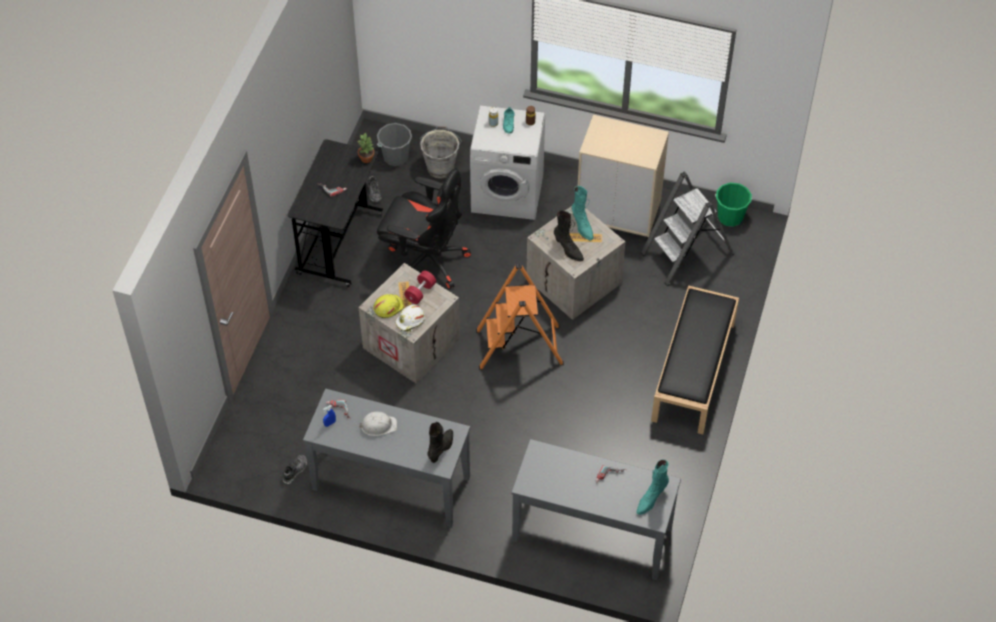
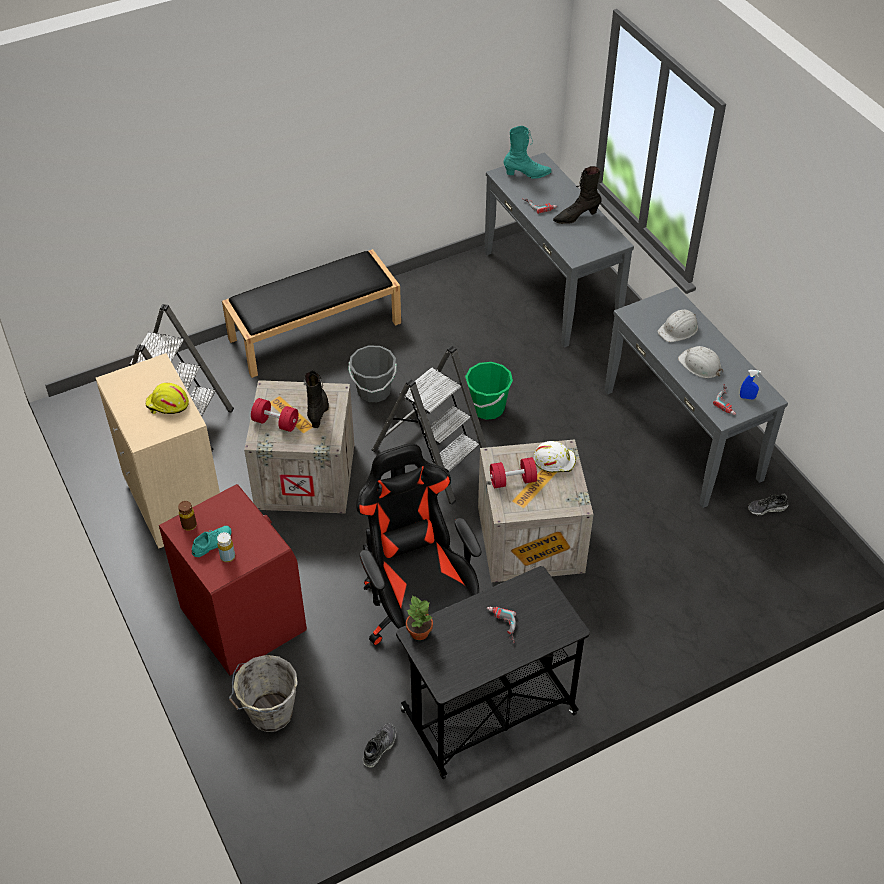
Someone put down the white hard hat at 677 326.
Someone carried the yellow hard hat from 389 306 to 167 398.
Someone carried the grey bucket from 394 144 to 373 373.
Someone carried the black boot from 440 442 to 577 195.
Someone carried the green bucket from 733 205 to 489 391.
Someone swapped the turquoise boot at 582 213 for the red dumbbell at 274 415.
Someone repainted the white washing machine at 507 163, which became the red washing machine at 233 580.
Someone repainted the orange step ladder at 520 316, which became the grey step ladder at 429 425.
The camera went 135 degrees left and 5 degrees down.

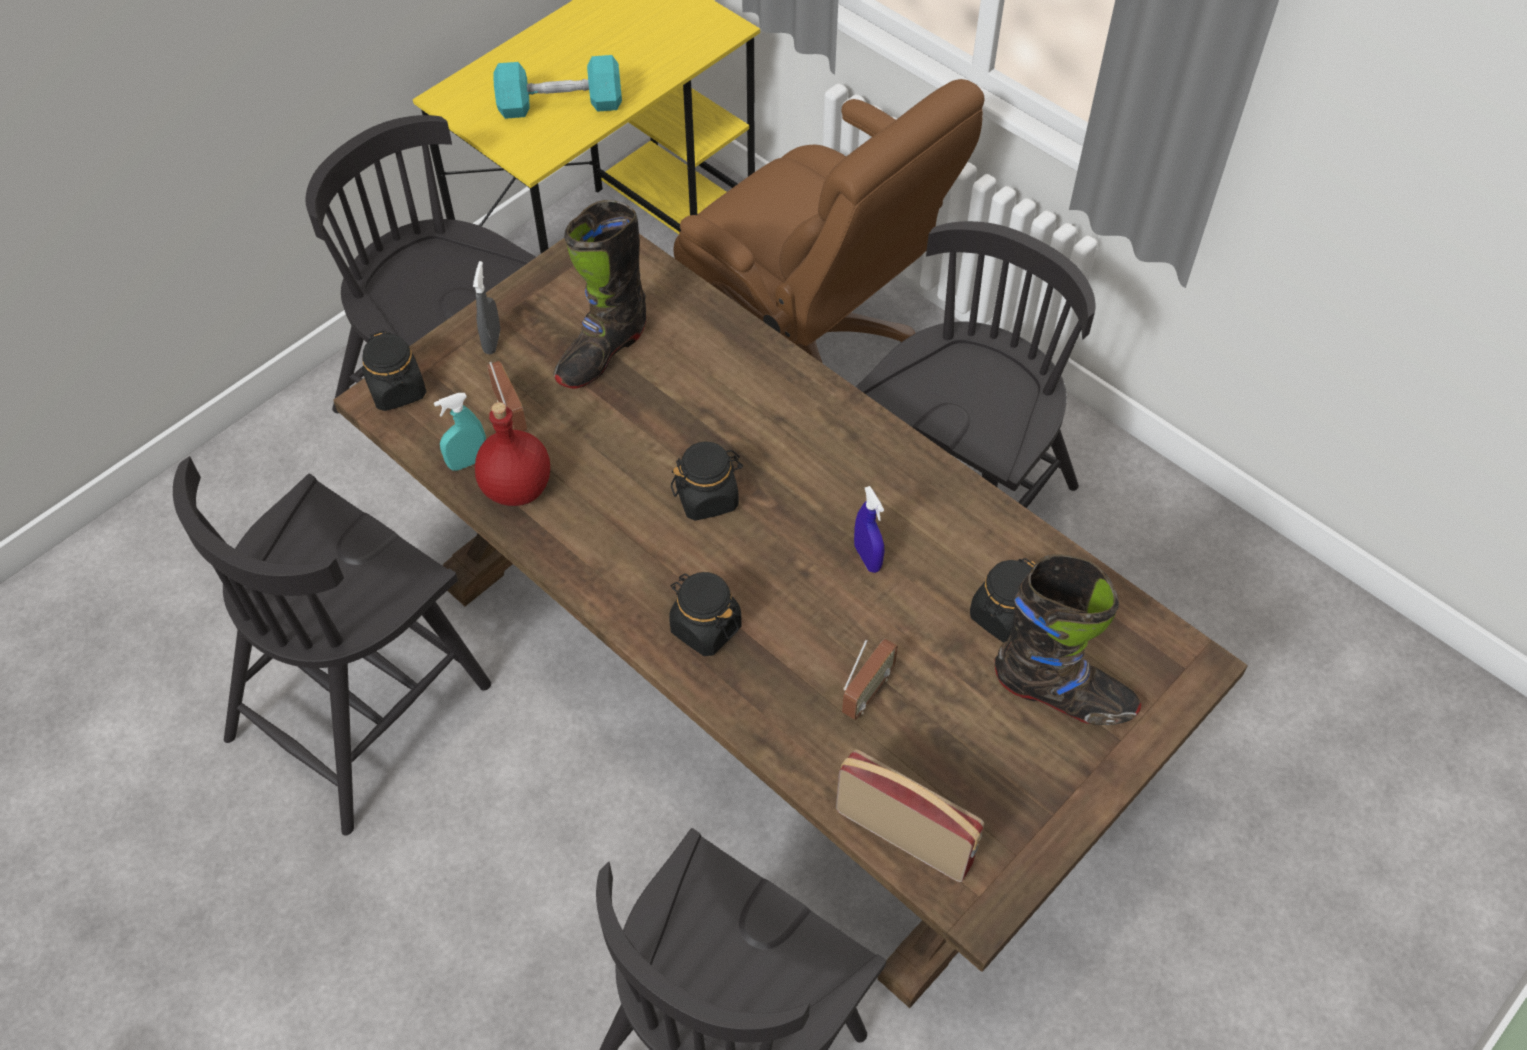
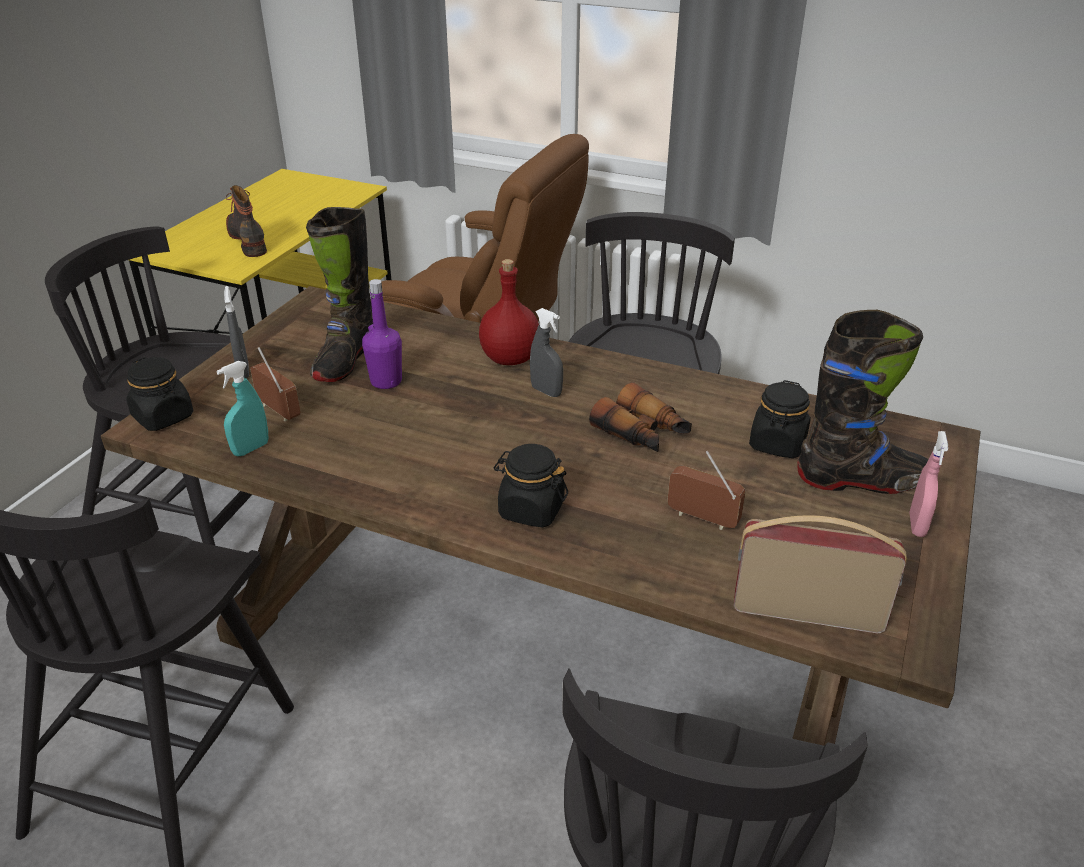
Someone took away the black jar at 707 481.
Someone put down the purple bottle at 382 334.
Someone put down the grey spray bottle at 546 352.
Someone put down the pink spray bottle at 929 484.
Someone carried the red bottle from 512 454 to 509 312.
Someone swapped the turquoise dumbbell at 557 87 for the boot at 246 221.
Someone swapped the blue spray bottle at 869 529 for the binoculars at 640 417.
Someone rotated the radio at 870 679 by 75 degrees counterclockwise.
The camera went 20 degrees left and 20 degrees down.

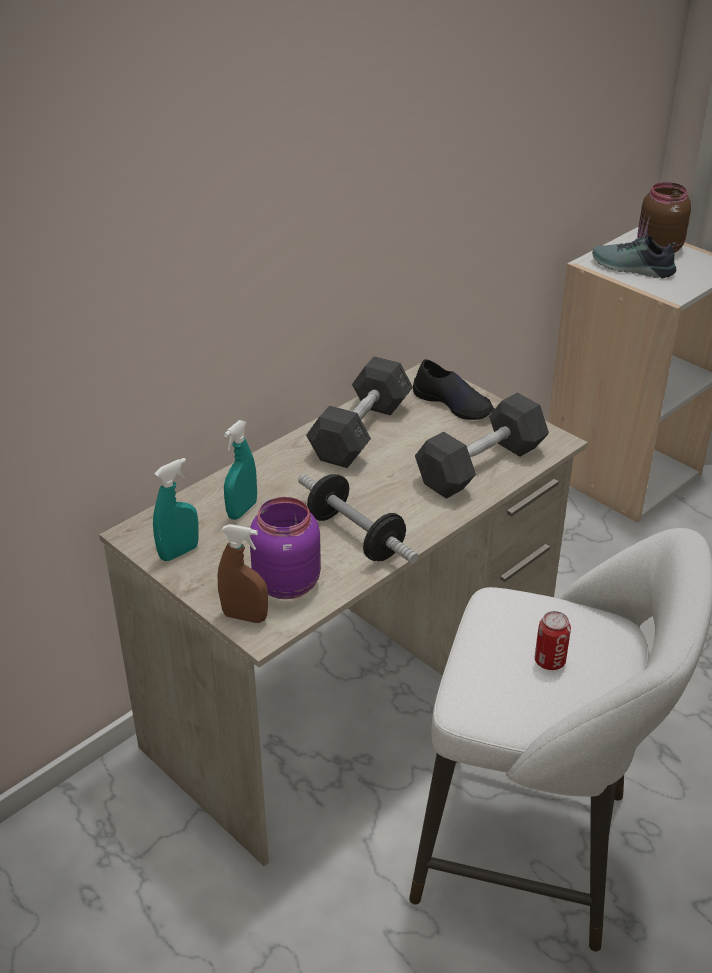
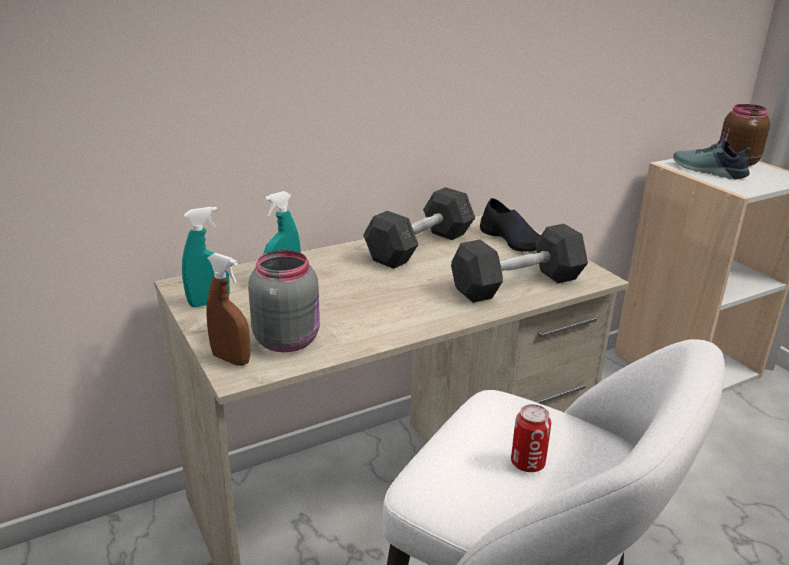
Someone took away the dumbbell at 358 519.
Someone repainted the purple jar at 285 548, which became the grey jar at 284 301.
The camera went 15 degrees right and 10 degrees down.

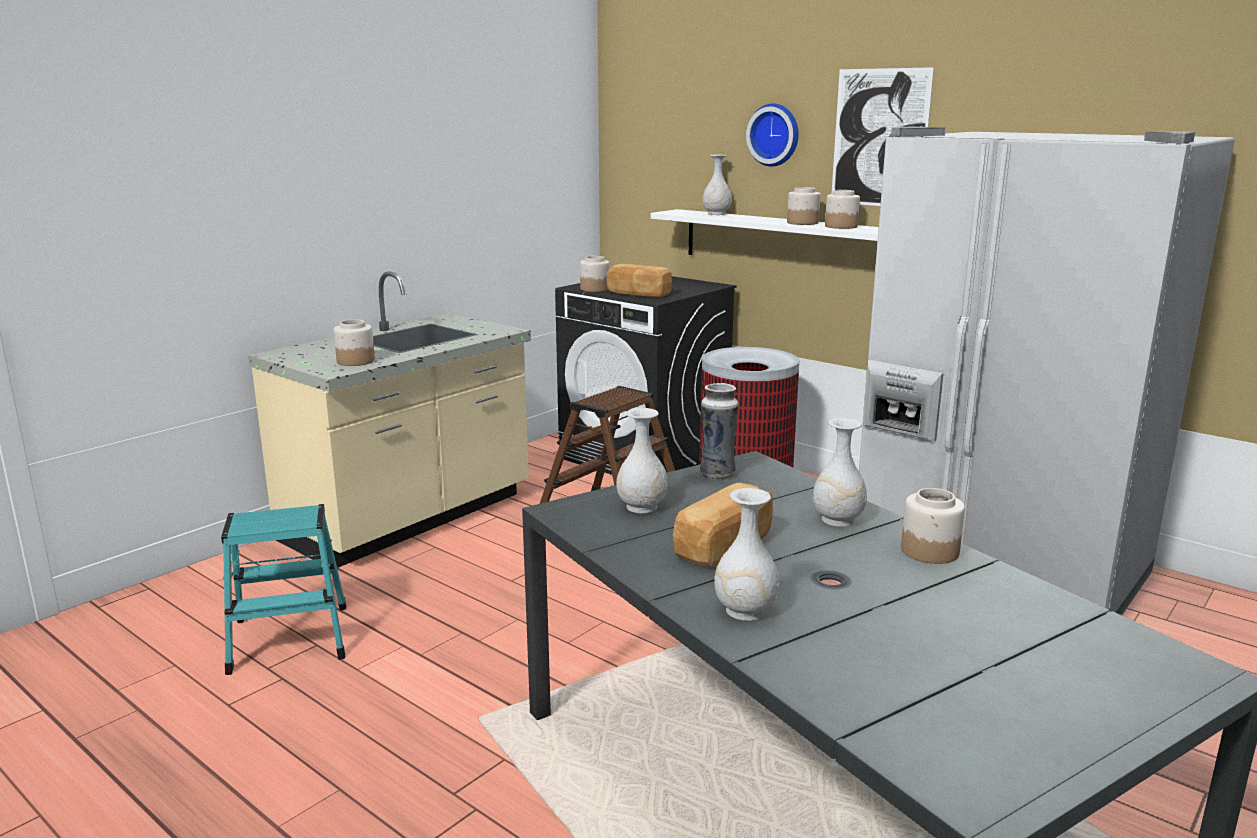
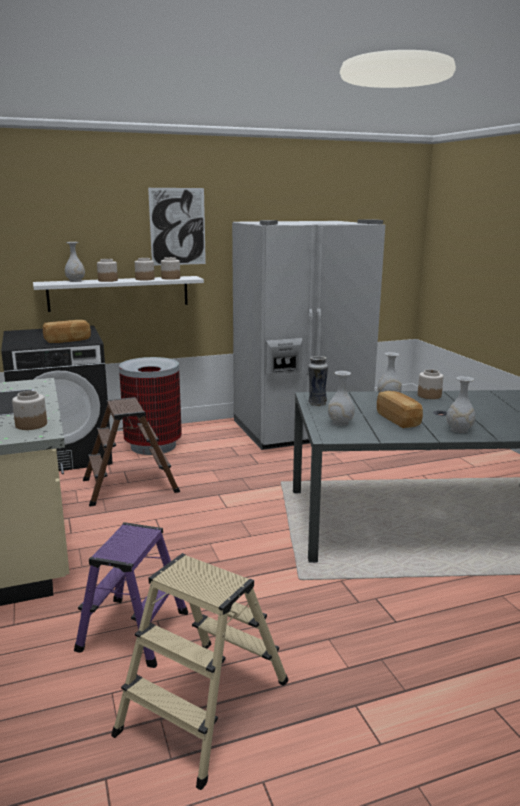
Someone took away the wall clock at 772 134.
Someone put down the beige step ladder at 199 671.
Someone carried the jar from 595 274 to 107 270.
Someone repainted the turquoise step ladder at 283 589, which became the purple step ladder at 131 595.
The camera went 60 degrees left and 0 degrees up.

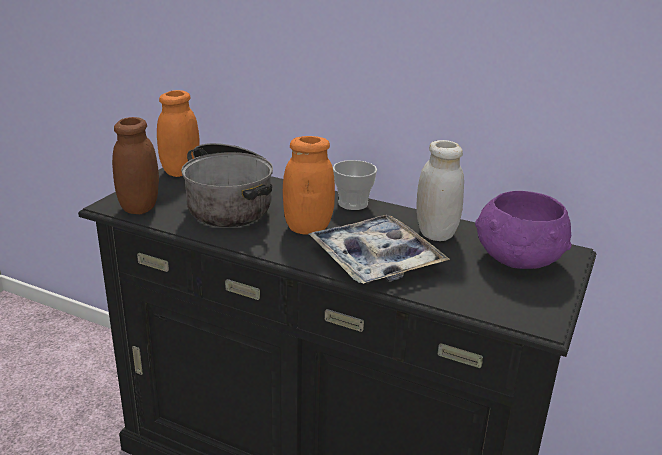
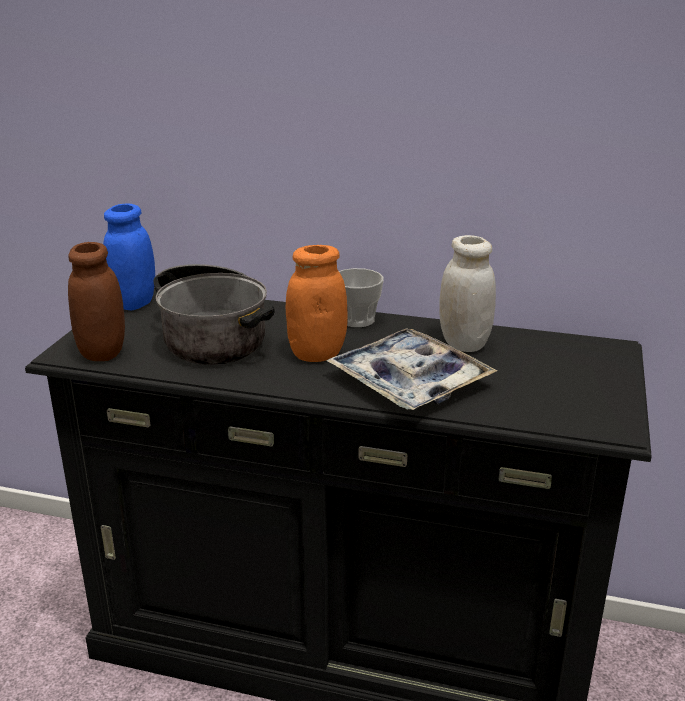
Someone took away the purple bowl at 523 230.
Someone repainted the orange jar at 178 133, which became the blue jar at 129 257.
The camera went 10 degrees left and 0 degrees up.

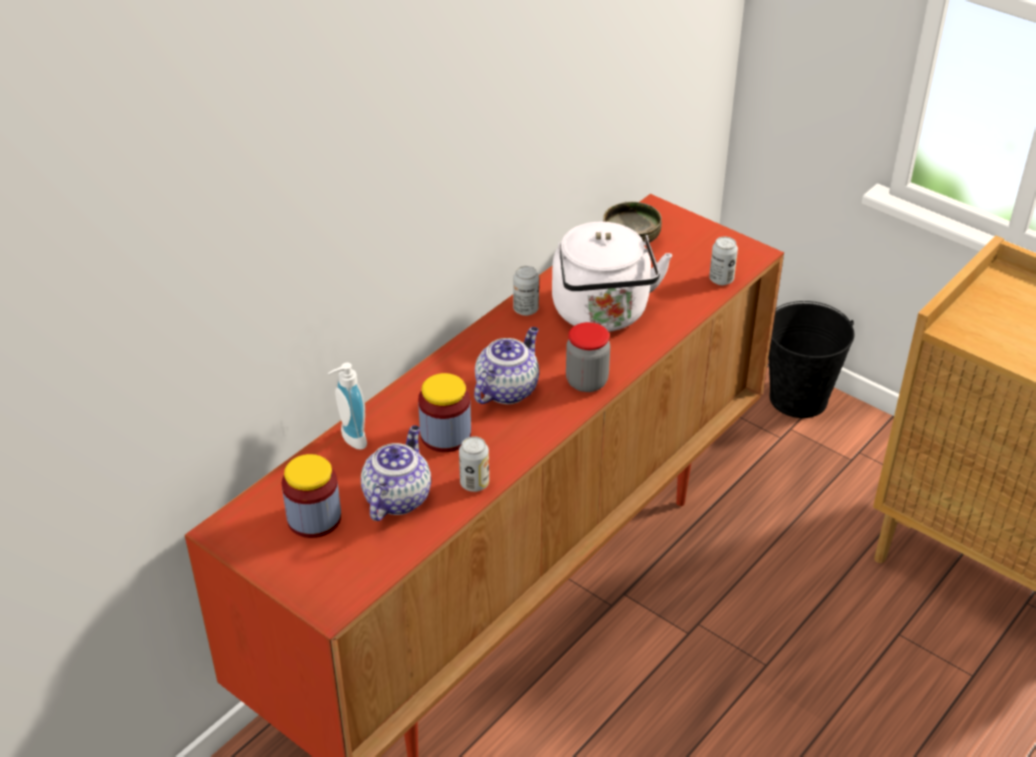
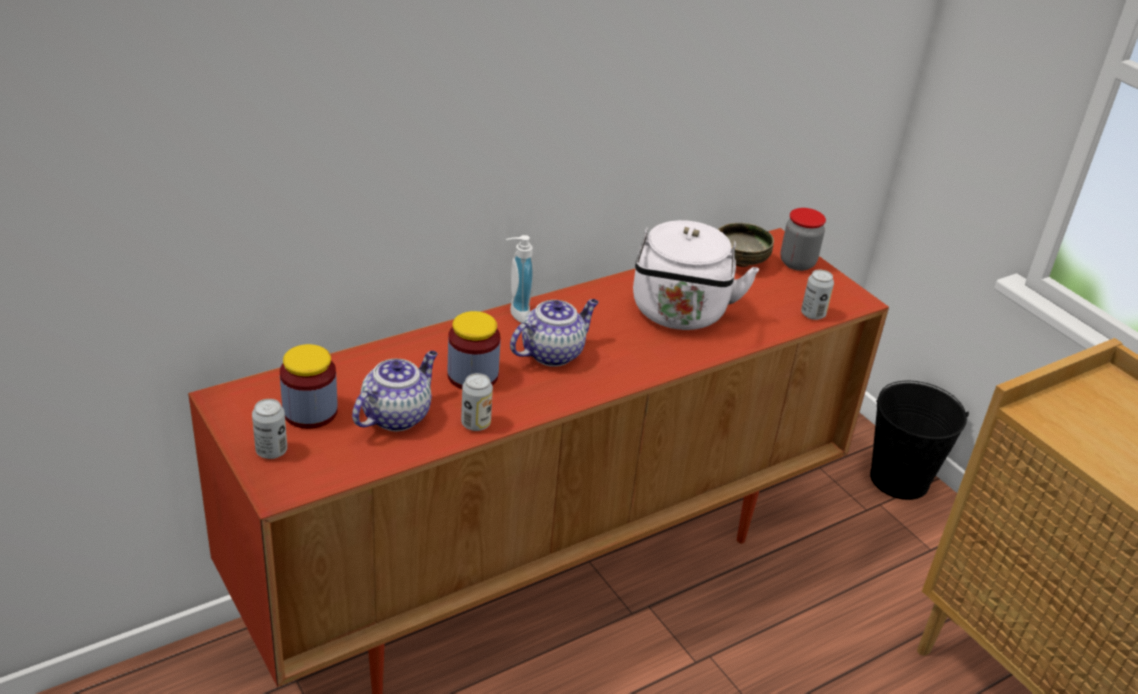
Someone carried the soap dispenser from 347 406 to 520 279.
Someone carried the can from 526 291 to 269 429.
Someone carried the jar from 588 357 to 803 239.
The camera went 15 degrees right and 5 degrees down.

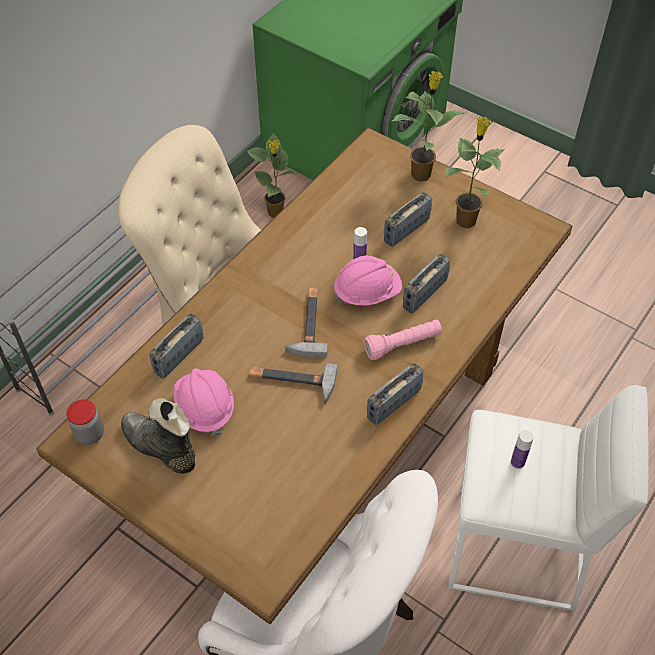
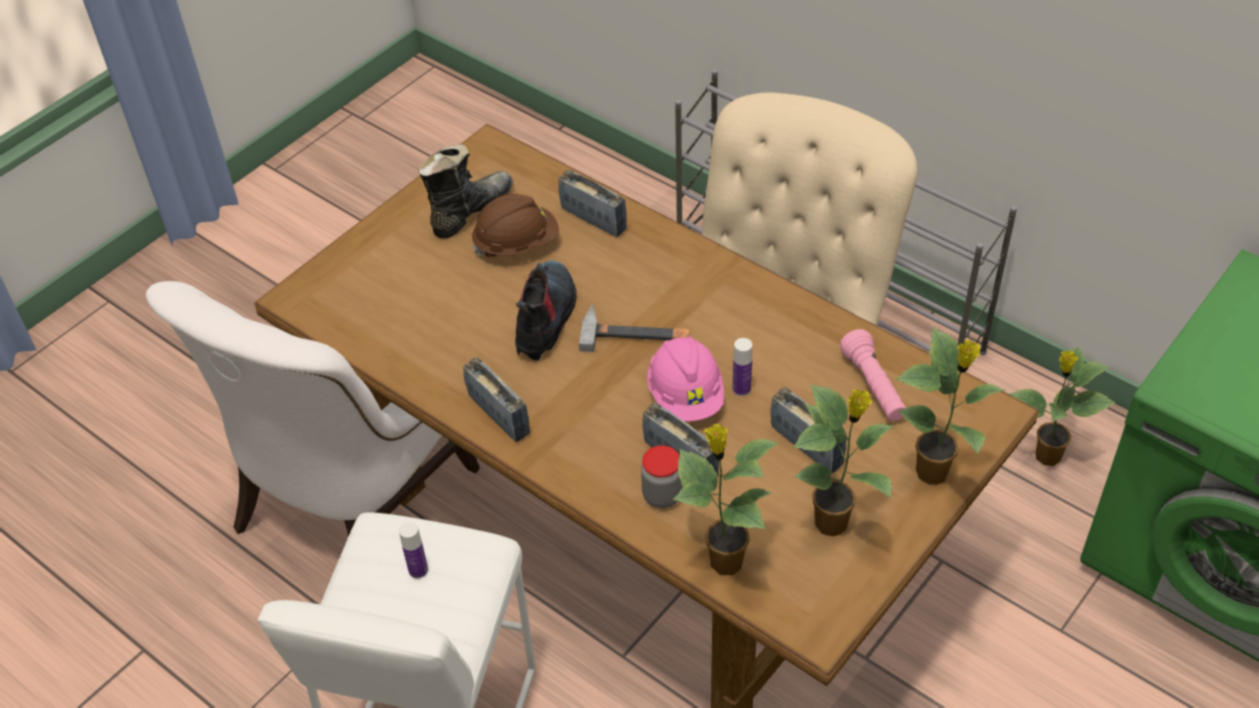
Someone put down the potted plant at 725 499.
Someone carried the jar from 85 422 to 662 476.
Someone carried the pink flashlight from 403 339 to 873 375.
Someone swapped the hammer at 293 383 for the boot at 546 310.
Someone repainted the pink hard hat at 204 402, which became the brown hard hat at 515 226.
The camera went 95 degrees right and 5 degrees down.

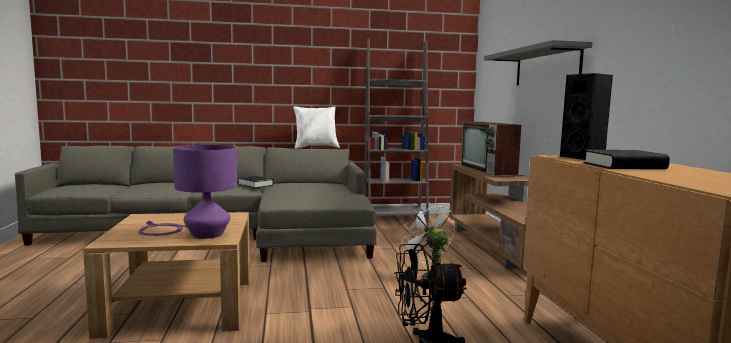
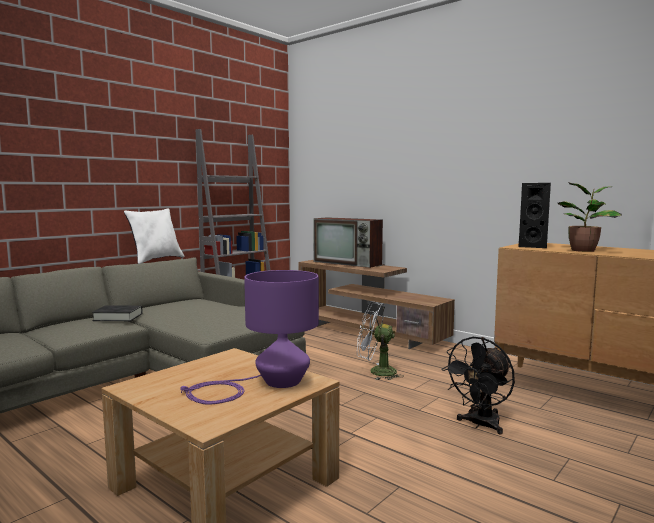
Someone took away the grey shelf at 538 62.
Someone swapped the black book at 627 159 for the potted plant at 590 217.
The camera went 40 degrees left and 0 degrees up.

